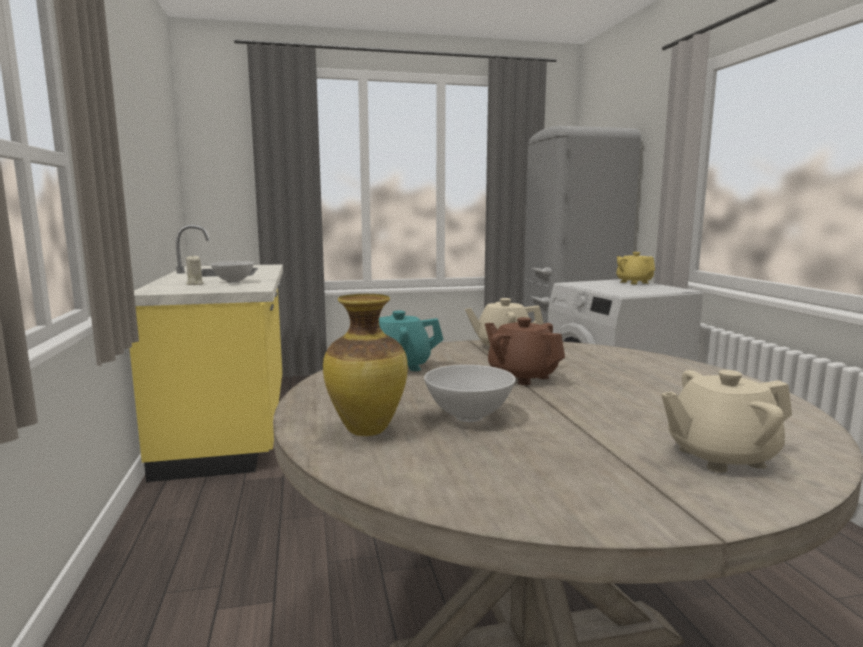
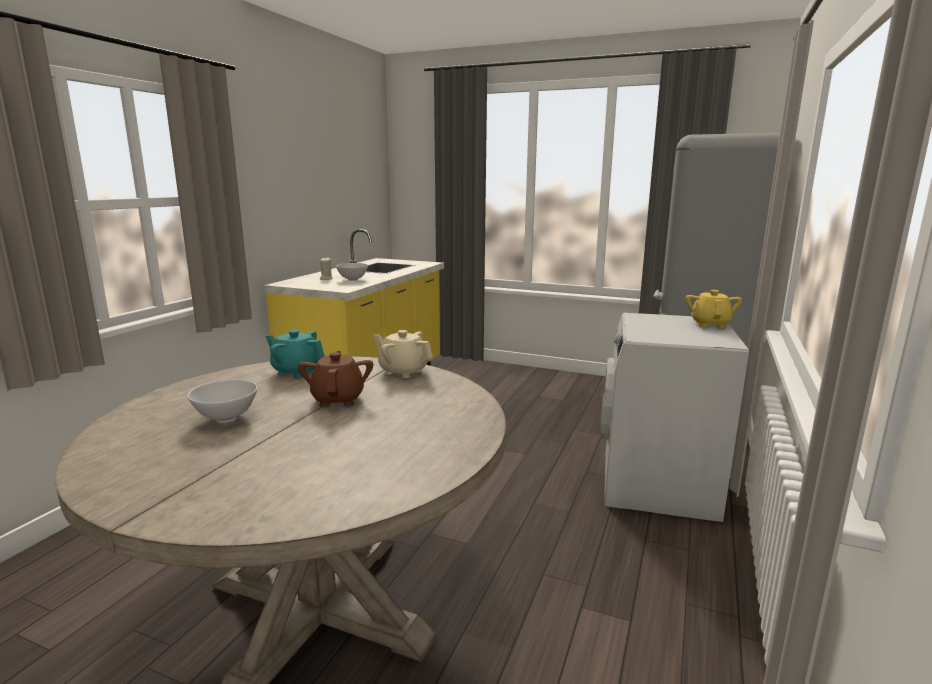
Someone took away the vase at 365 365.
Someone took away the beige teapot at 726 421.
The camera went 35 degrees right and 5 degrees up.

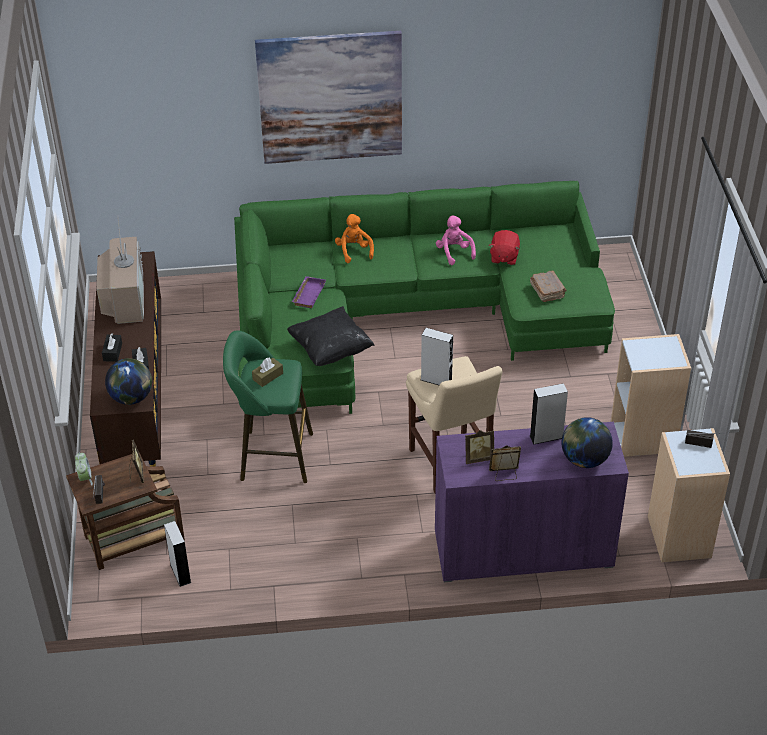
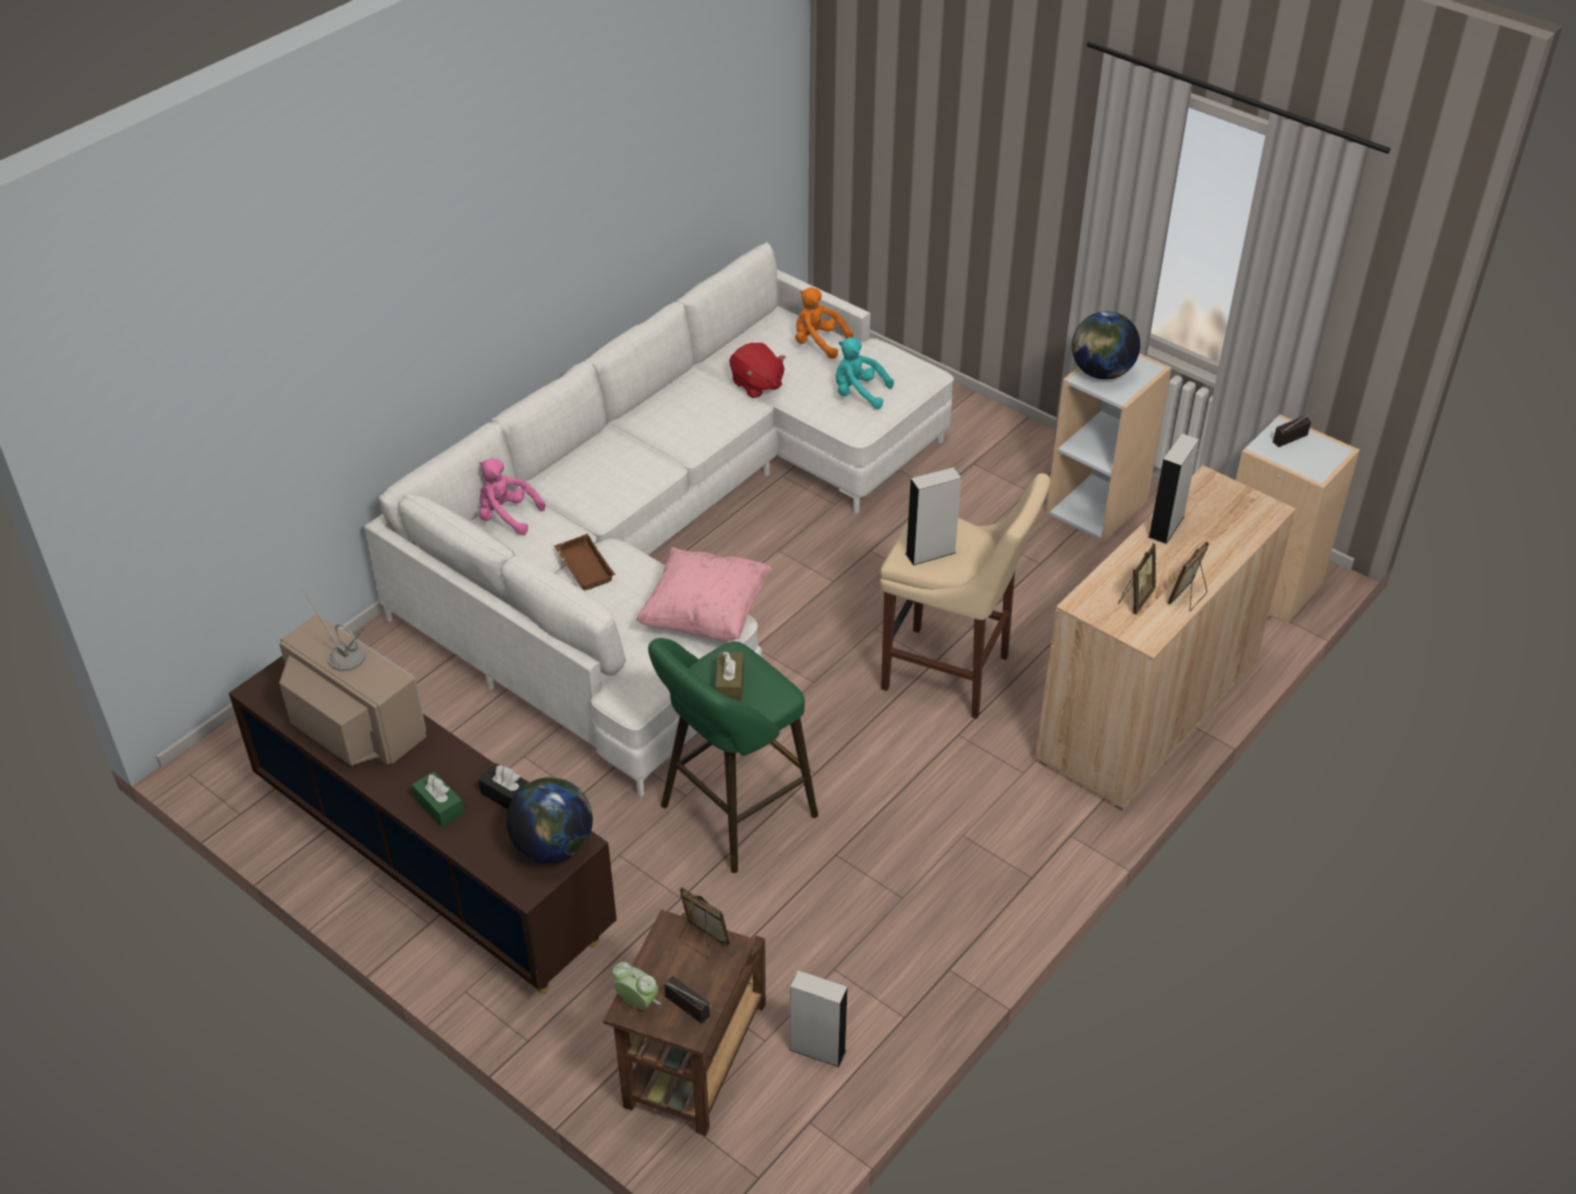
Someone took away the picture at 328 97.
Someone carried the orange plush toy from 354 238 to 824 323.
Someone carried the pink plush toy from 456 240 to 512 496.
Someone carried the globe from 587 442 to 1106 345.
Someone swapped the brown book at 548 286 for the turquoise plush toy at 865 373.
Someone repainted the black tissue box at 112 347, which became the green tissue box at 438 799.
Someone repainted the green sofa at 424 297, which became the white sofa at 659 519.
Someone repainted the black pillow at 331 336, which became the pink pillow at 704 594.
Someone repainted the purple tray at 309 292, which became the brown tray at 584 562.
Someone repainted the purple cabinet at 532 502, which became the beige cabinet at 1165 638.
The camera went 45 degrees left and 0 degrees up.

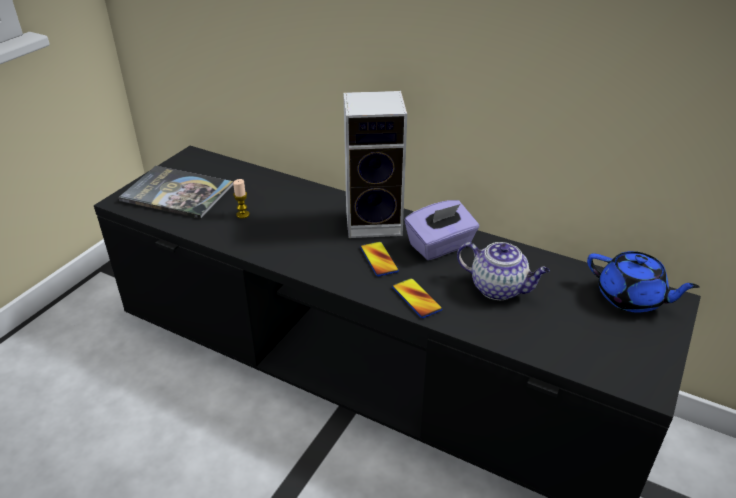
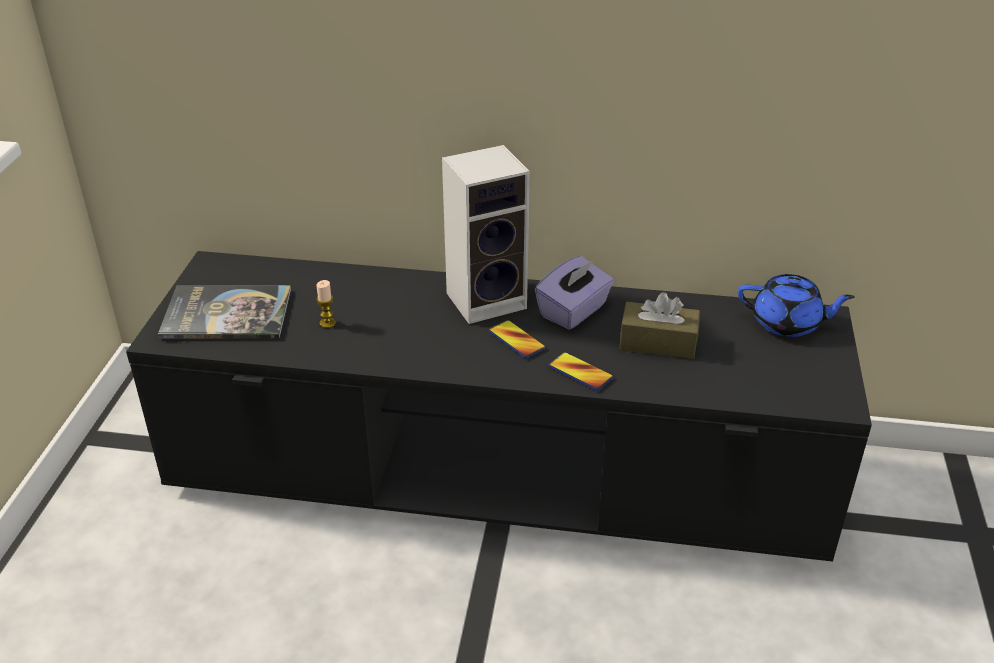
Someone swapped the teapot at 503 271 for the brown tissue box at 660 325.
The camera went 20 degrees left and 0 degrees up.

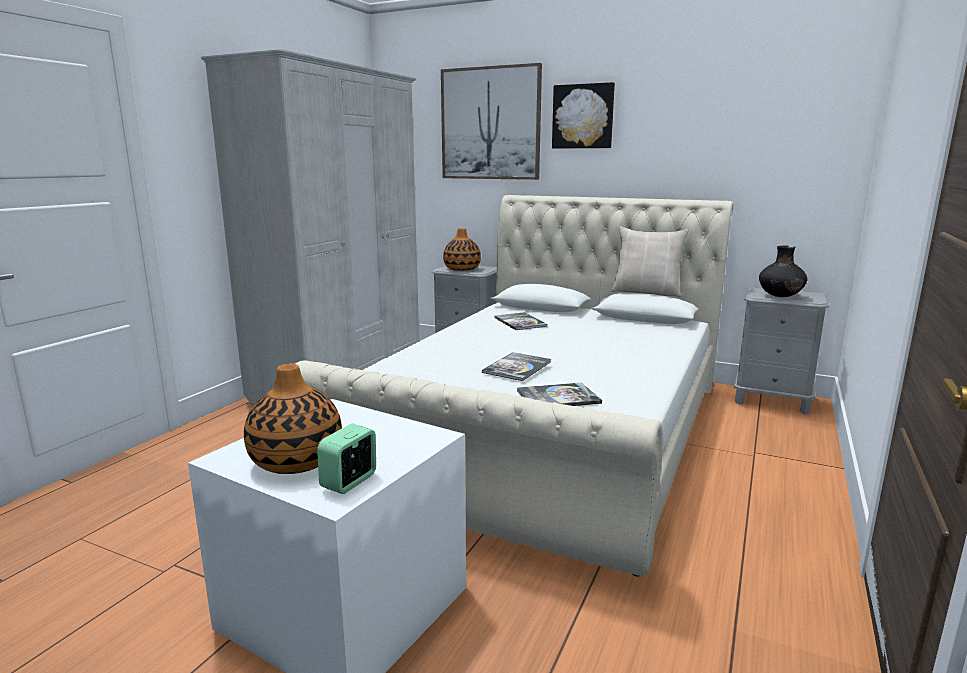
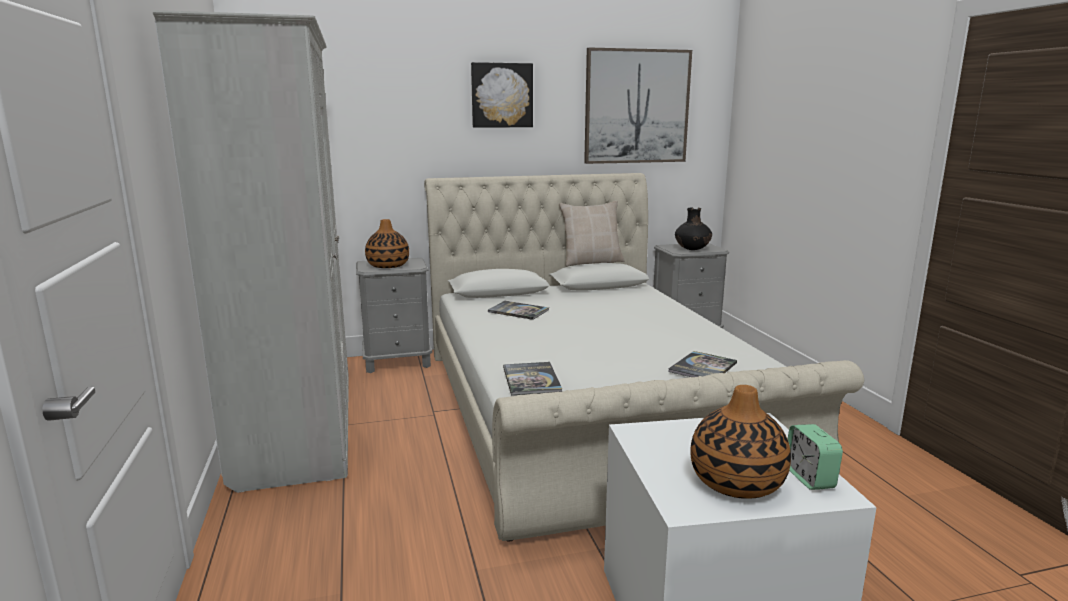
Someone carried the picture from 491 121 to 638 106.
Someone carried the book from 516 366 to 532 378.
The camera went 40 degrees left and 0 degrees up.

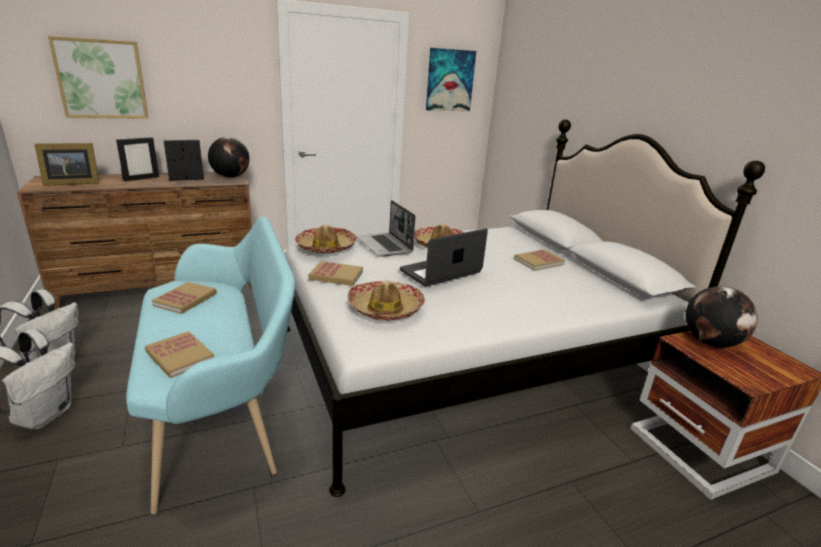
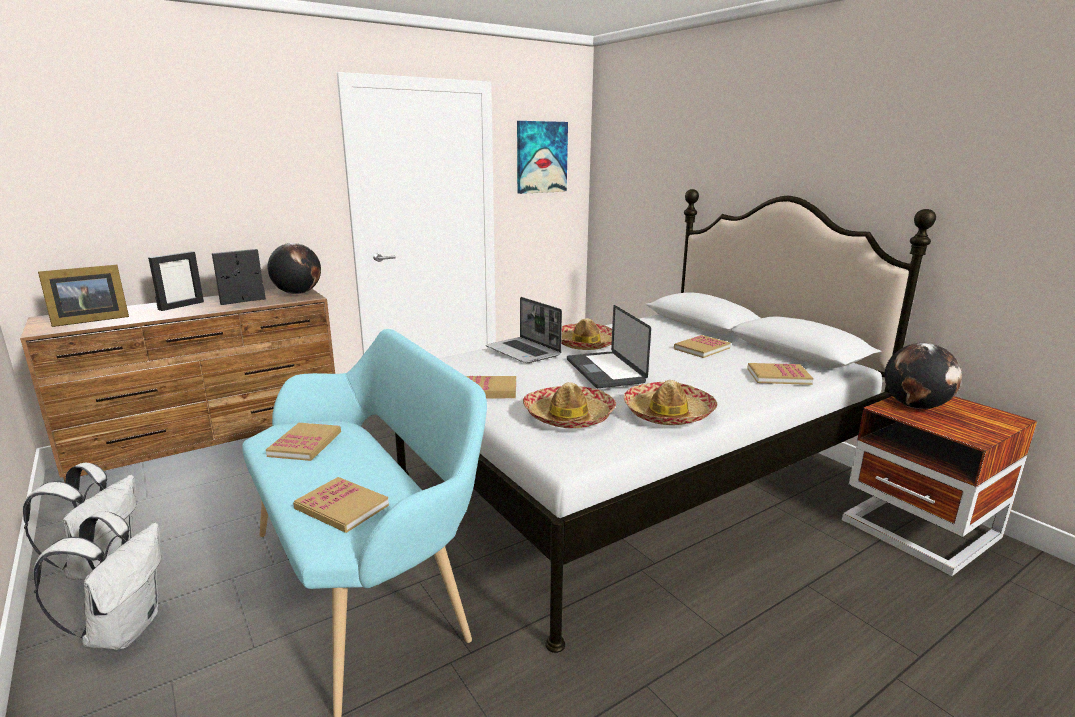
Someone took away the picture at 98 77.
Someone put down the book at 780 374.
Someone carried the hat from 326 238 to 670 402.
Someone rotated the laptop at 444 257 by 60 degrees counterclockwise.
The camera went 10 degrees left and 5 degrees down.

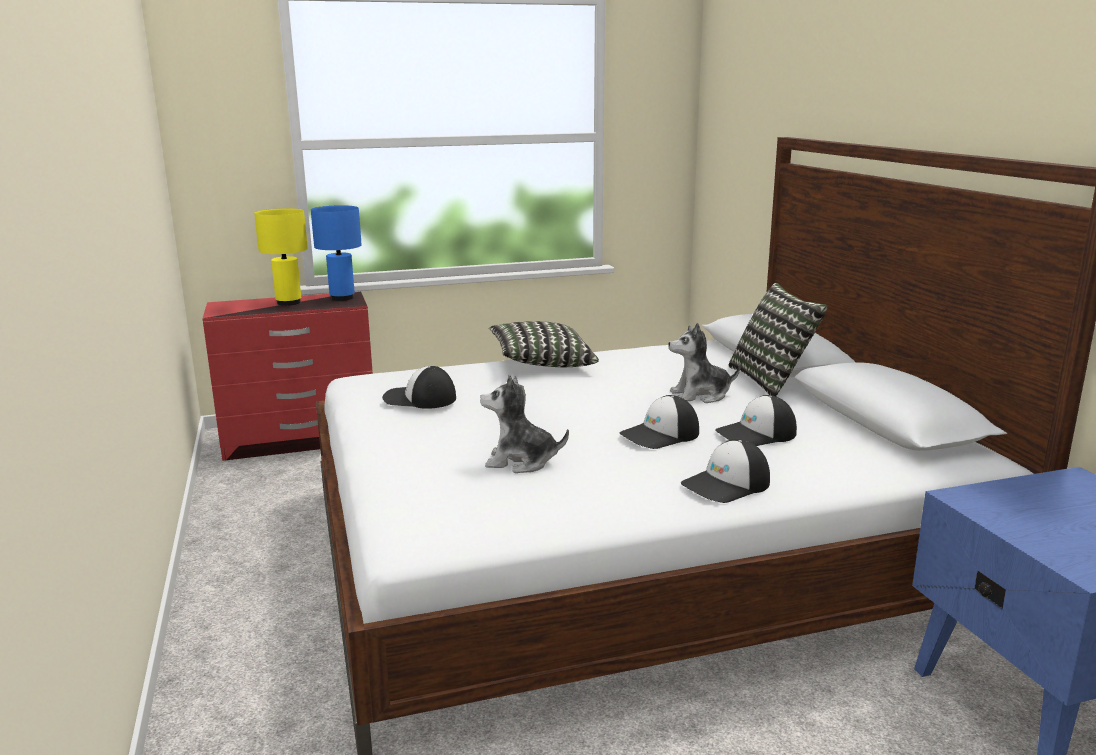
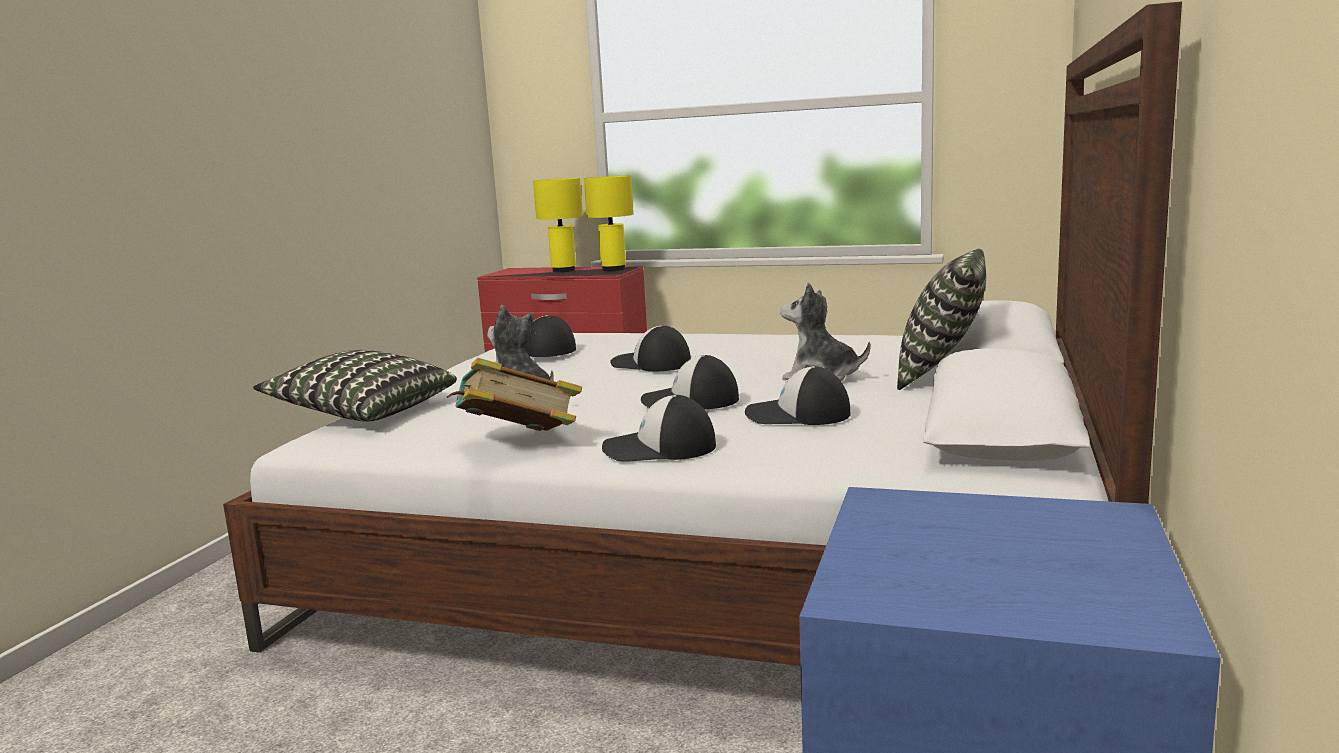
Someone put down the book at 514 394.
Someone put down the cap at 650 348.
Someone carried the pillow from 544 344 to 355 386.
Someone repainted the blue table lamp at 336 253, which became the yellow table lamp at 608 223.
The camera went 35 degrees right and 5 degrees down.

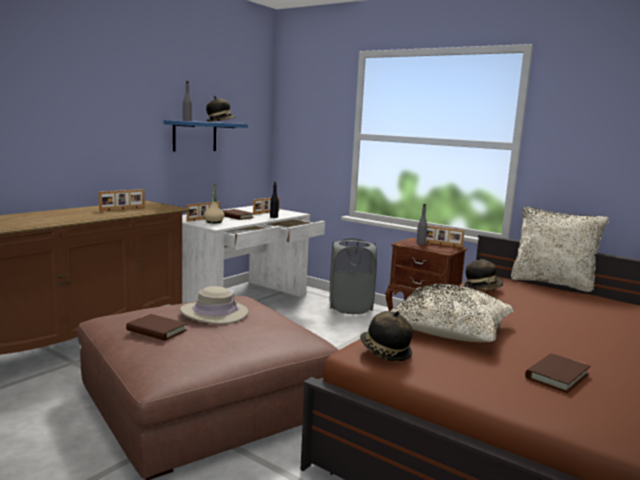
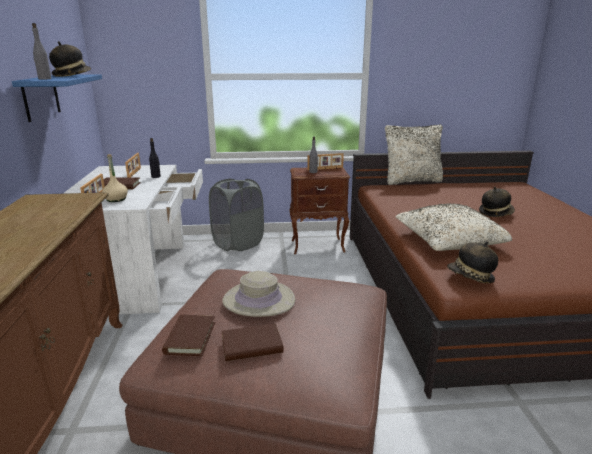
Someone took away the picture frame at 121 200.
Someone carried the hat from 483 273 to 497 202.
Someone carried the brown book from 558 373 to 188 335.
The camera went 40 degrees left and 10 degrees up.

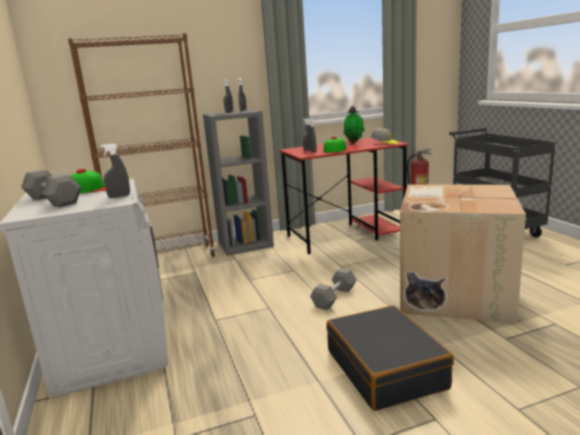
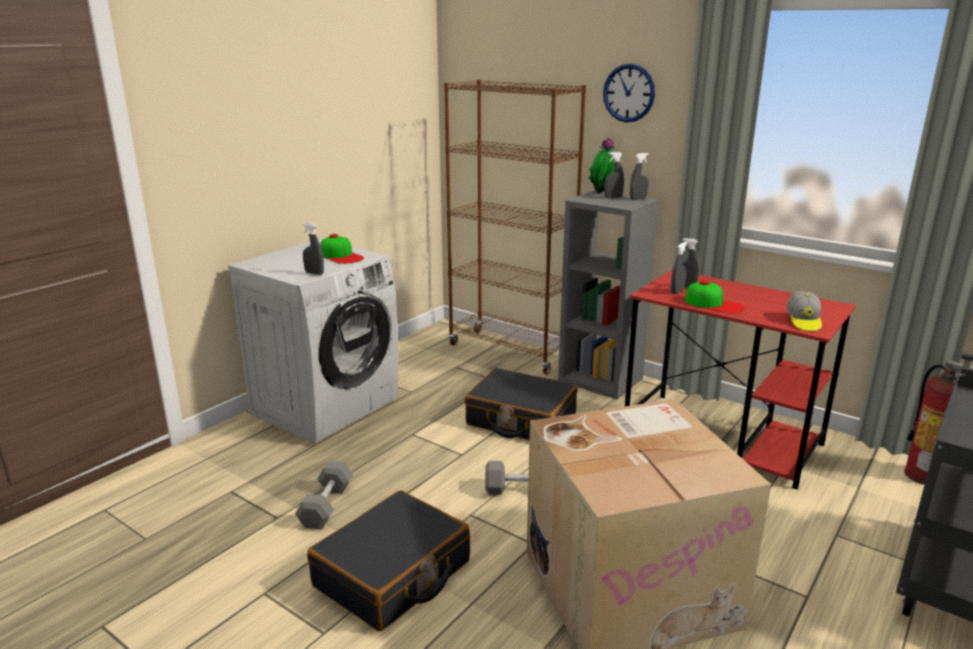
Someone put down the black suitcase at 520 404.
Someone put up the wall clock at 629 93.
Someone carried the grey dumbbell from 51 188 to 324 495.
Someone carried the potted plant from 354 124 to 602 165.
The camera went 55 degrees right and 5 degrees up.

